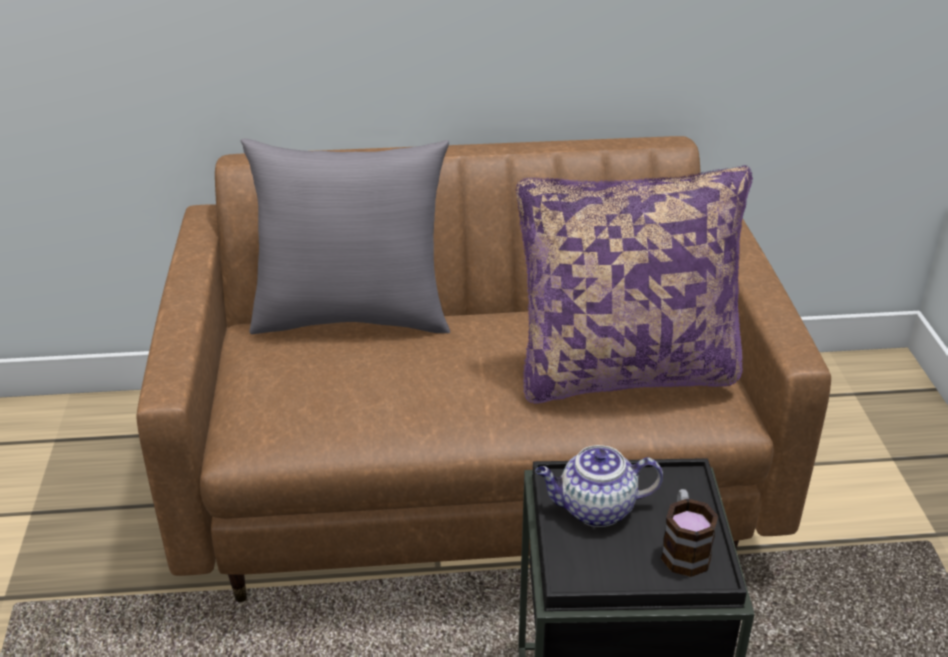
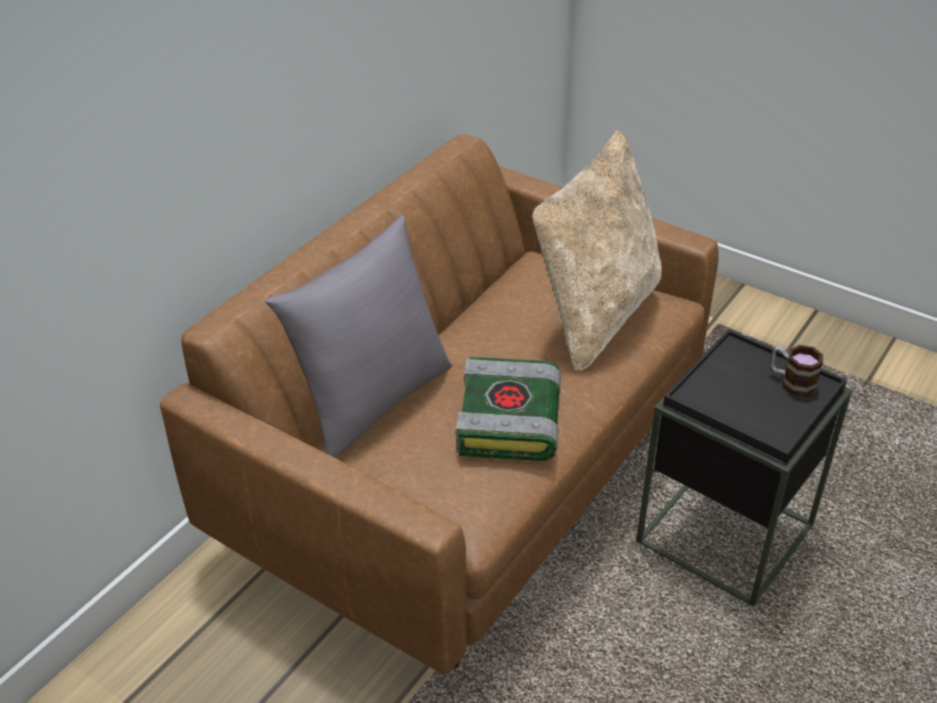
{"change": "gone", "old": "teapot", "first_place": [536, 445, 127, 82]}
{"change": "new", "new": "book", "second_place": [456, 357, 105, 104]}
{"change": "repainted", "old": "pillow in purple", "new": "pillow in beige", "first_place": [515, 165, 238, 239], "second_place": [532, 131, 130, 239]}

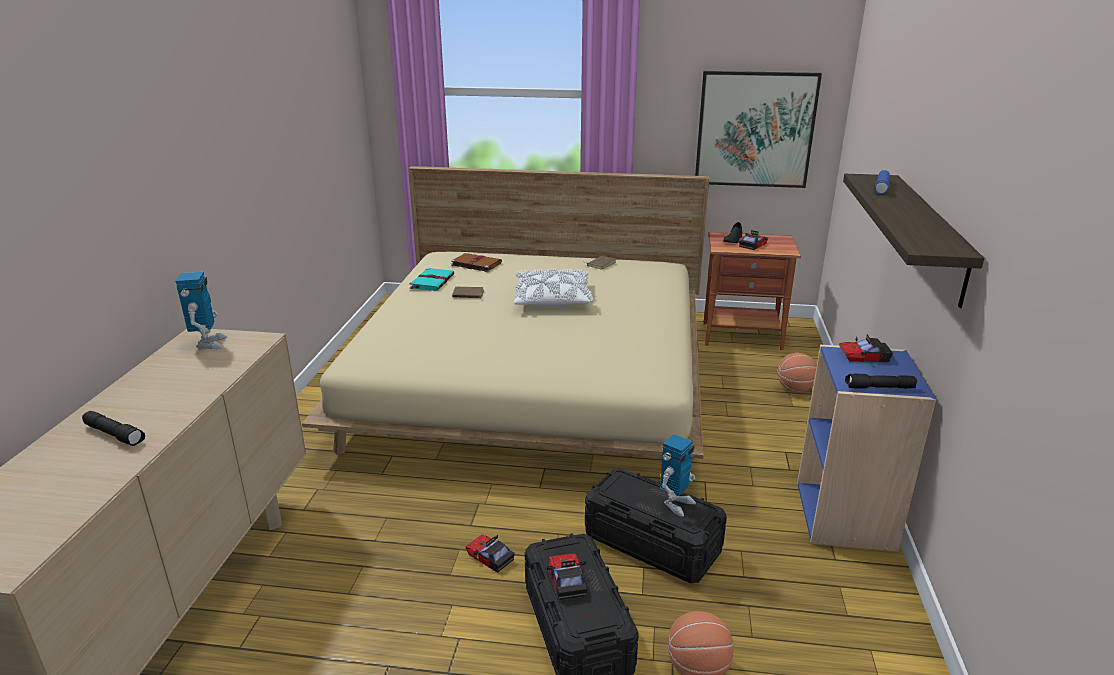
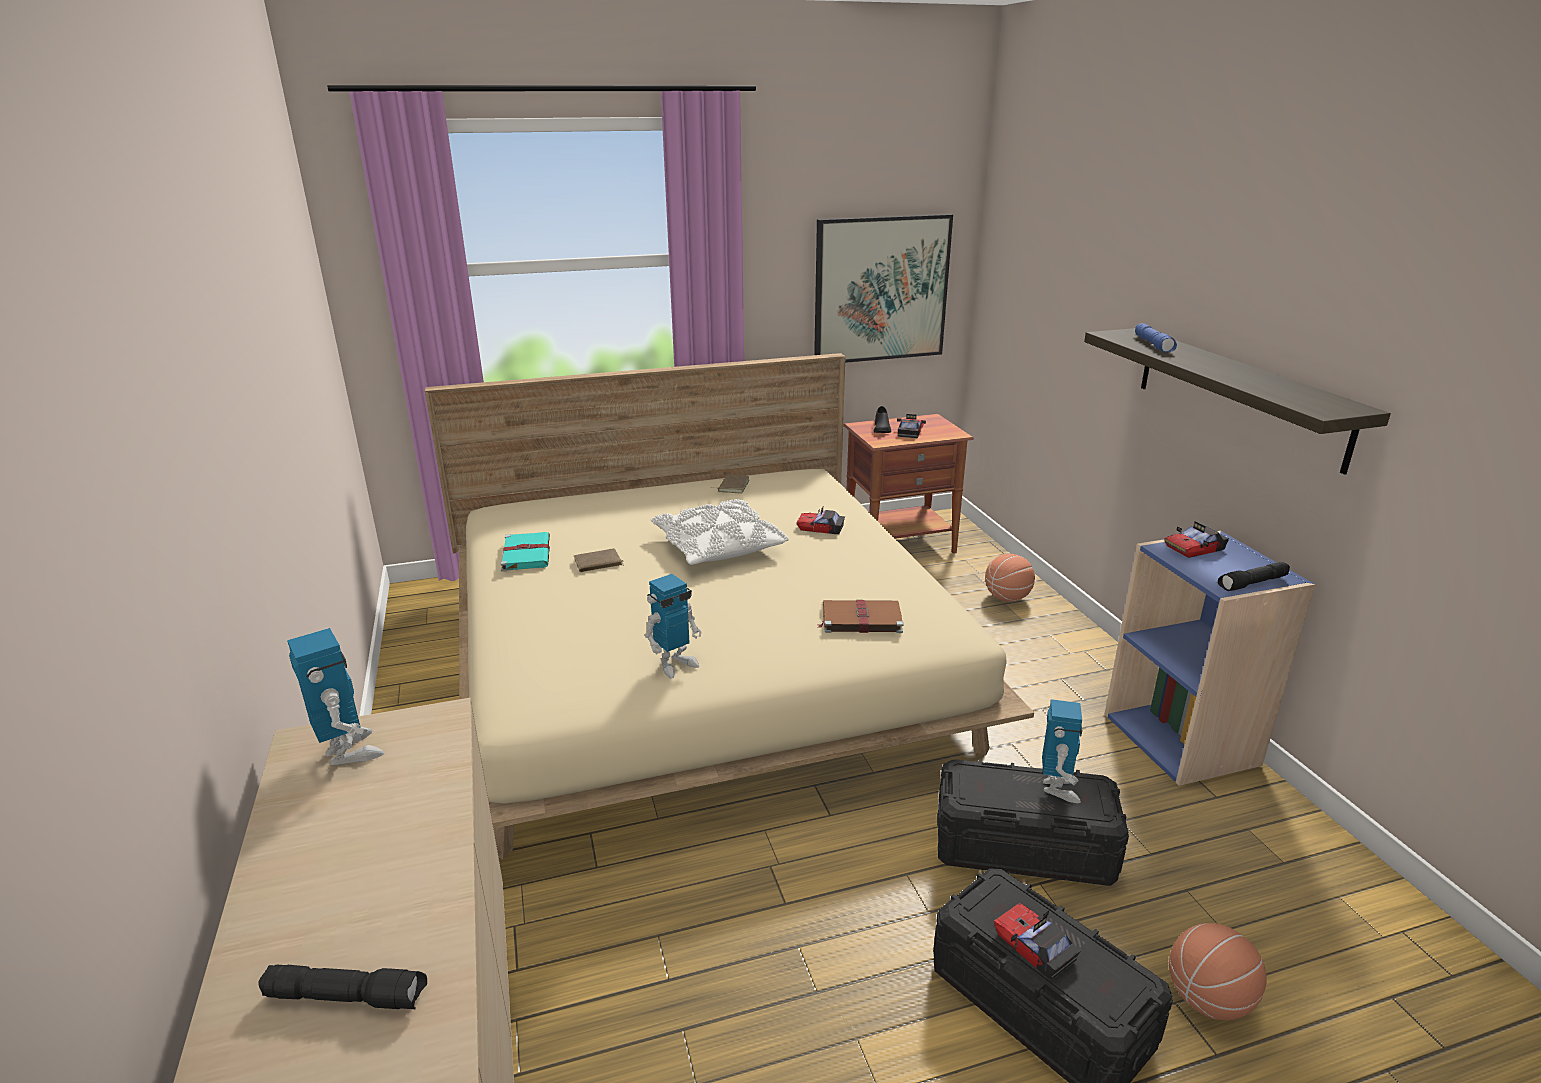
{"change": "new", "new": "toy robot", "second_place": [645, 574, 57, 104]}
{"change": "shifted", "old": "book in brown", "first_place": [451, 253, 51, 19], "second_place": [817, 600, 87, 33]}
{"change": "shifted", "old": "toy car", "first_place": [465, 534, 50, 38], "second_place": [797, 507, 48, 27]}

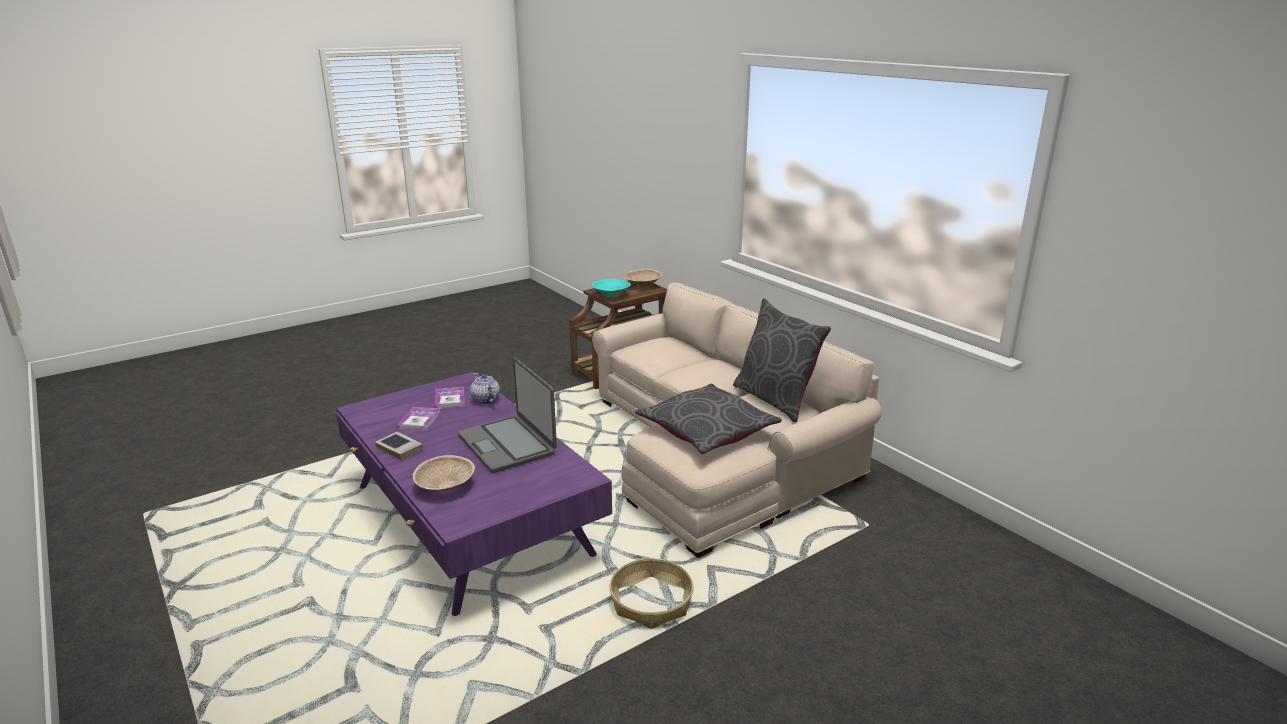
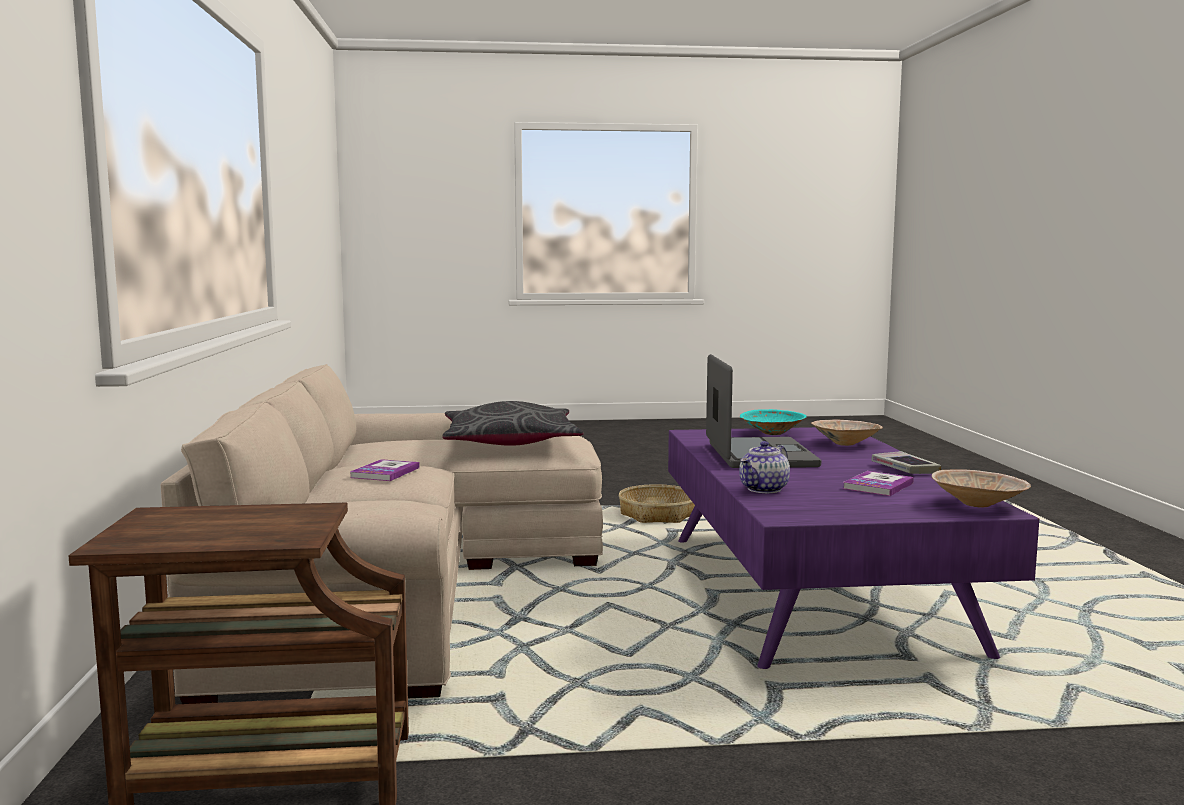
{"change": "gone", "old": "pillow in grey", "first_place": [733, 298, 98, 124]}
{"change": "shifted", "old": "book", "first_place": [435, 386, 30, 23], "second_place": [350, 459, 70, 22]}
{"change": "shifted", "old": "bowl in turquoise", "first_place": [591, 279, 40, 18], "second_place": [740, 409, 67, 26]}
{"change": "shifted", "old": "bowl in beige", "first_place": [624, 269, 38, 18], "second_place": [931, 470, 100, 38]}
{"change": "rotated", "old": "teapot", "first_place": [470, 373, 30, 32], "second_place": [739, 441, 51, 52], "degrees": 45}

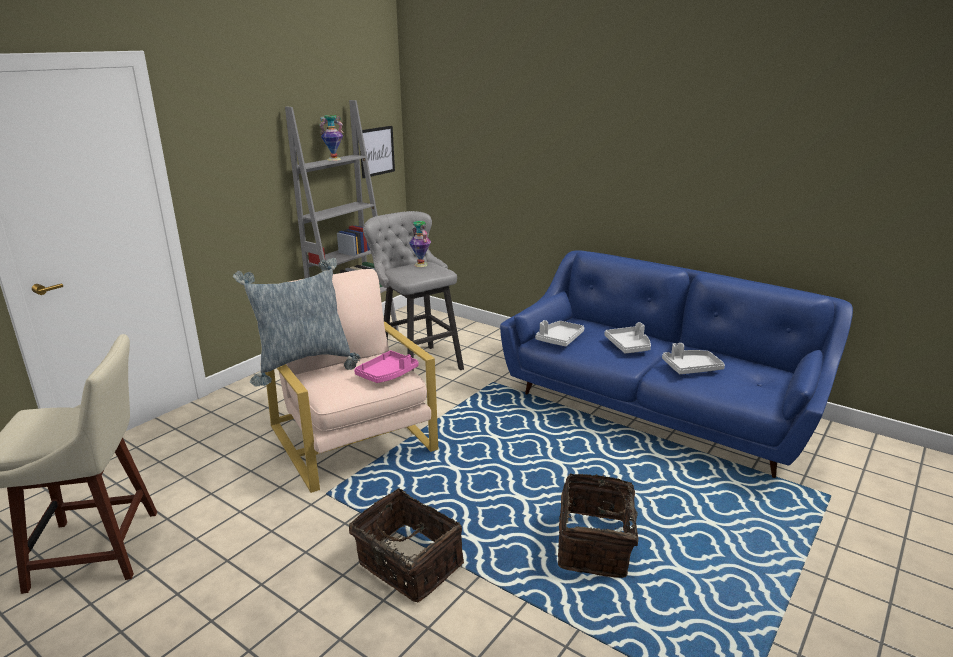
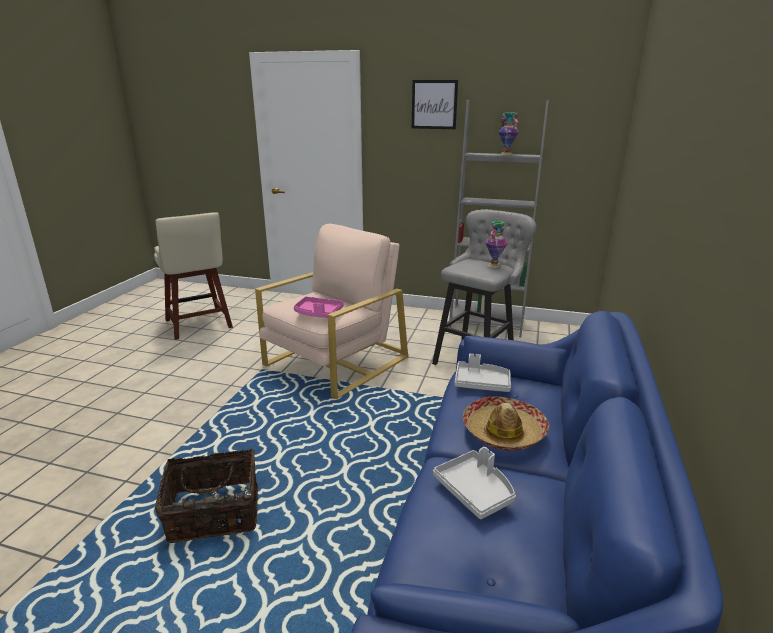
{"change": "gone", "old": "pillow", "first_place": [232, 258, 129, 129]}
{"change": "gone", "old": "basket", "first_place": [349, 488, 115, 115]}
{"change": "shifted", "old": "picture", "first_place": [360, 126, 35, 52], "second_place": [412, 80, 46, 49]}
{"change": "swapped", "old": "tray in grey", "new": "hat", "first_place": [604, 322, 47, 31], "second_place": [463, 397, 86, 54]}

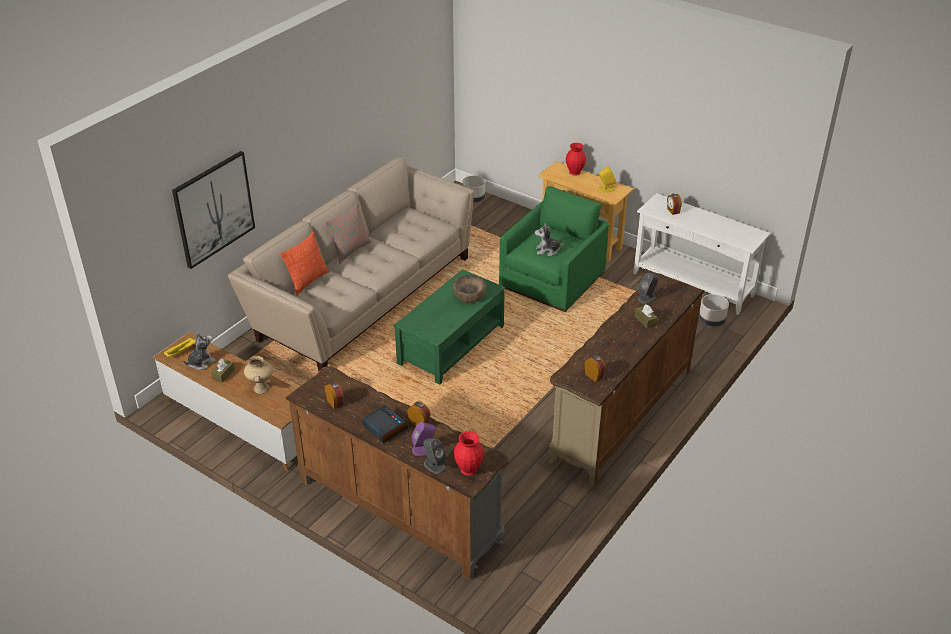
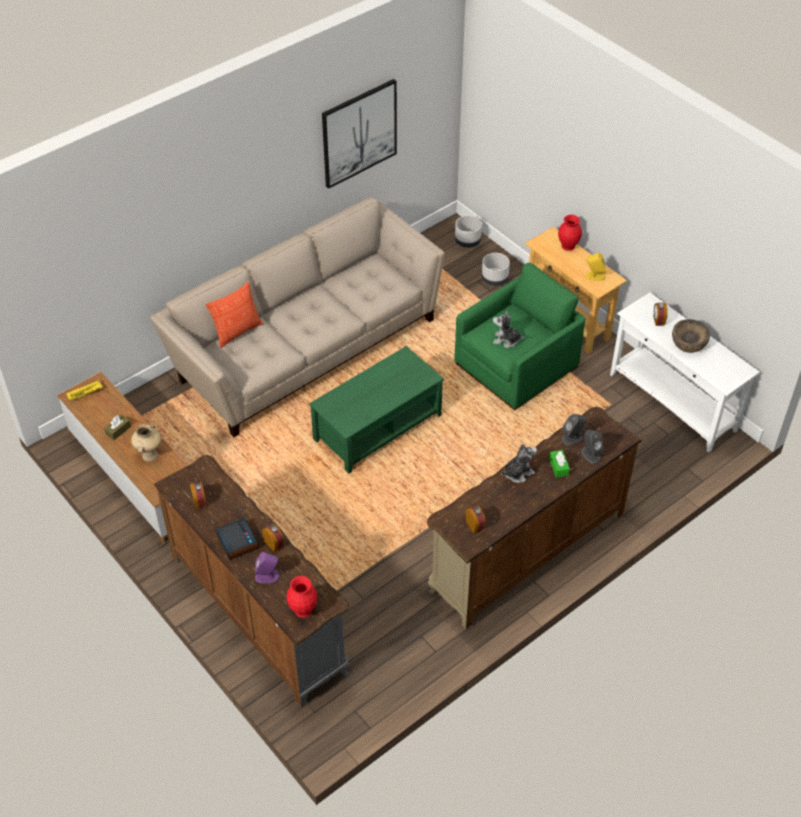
{"change": "gone", "old": "pillow in grey", "first_place": [325, 203, 47, 61]}
{"change": "shifted", "old": "picture", "first_place": [172, 151, 83, 118], "second_place": [322, 79, 75, 110]}
{"change": "shifted", "old": "plush toy", "first_place": [183, 332, 33, 38], "second_place": [501, 443, 36, 40]}
{"change": "shifted", "old": "speaker in grey", "first_place": [423, 438, 23, 36], "second_place": [581, 430, 23, 34]}
{"change": "shifted", "old": "bowl in brown", "first_place": [453, 275, 34, 28], "second_place": [672, 319, 38, 34]}
{"change": "shifted", "old": "planter in grey", "first_place": [699, 294, 30, 33], "second_place": [481, 253, 29, 33]}
{"change": "repainted", "old": "tissue box in brown", "new": "tissue box in green", "first_place": [635, 304, 23, 24], "second_place": [549, 450, 21, 28]}

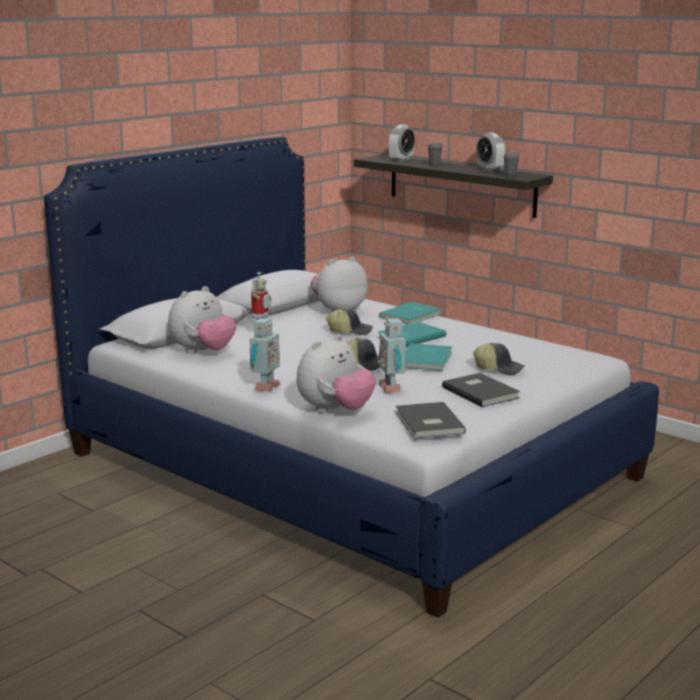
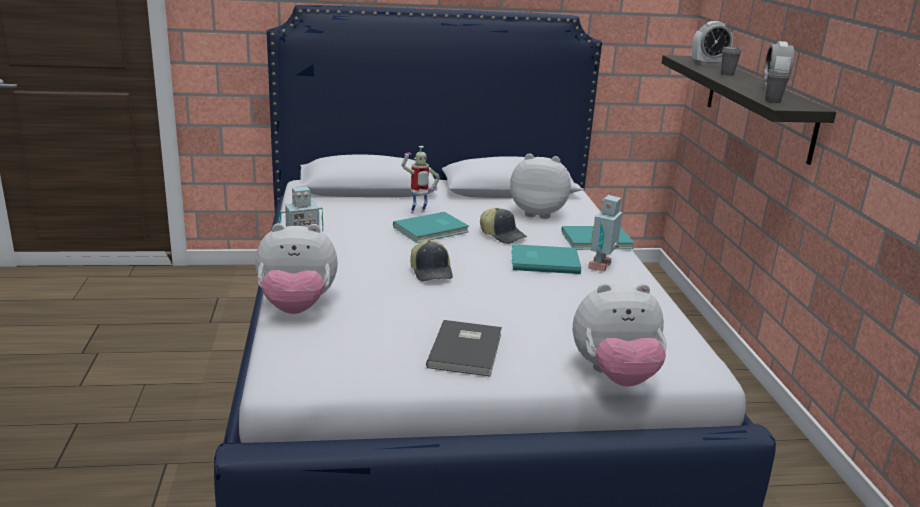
{"change": "gone", "old": "book in grey", "first_place": [396, 402, 70, 37]}
{"change": "gone", "old": "cap", "first_place": [473, 343, 52, 32]}
{"change": "shifted", "old": "plush toy", "first_place": [168, 286, 68, 67], "second_place": [573, 283, 94, 104]}
{"change": "shifted", "old": "toy robot", "first_place": [378, 319, 28, 74], "second_place": [588, 195, 35, 77]}
{"change": "shifted", "old": "book in turquoise", "first_place": [405, 343, 47, 28], "second_place": [393, 212, 76, 31]}

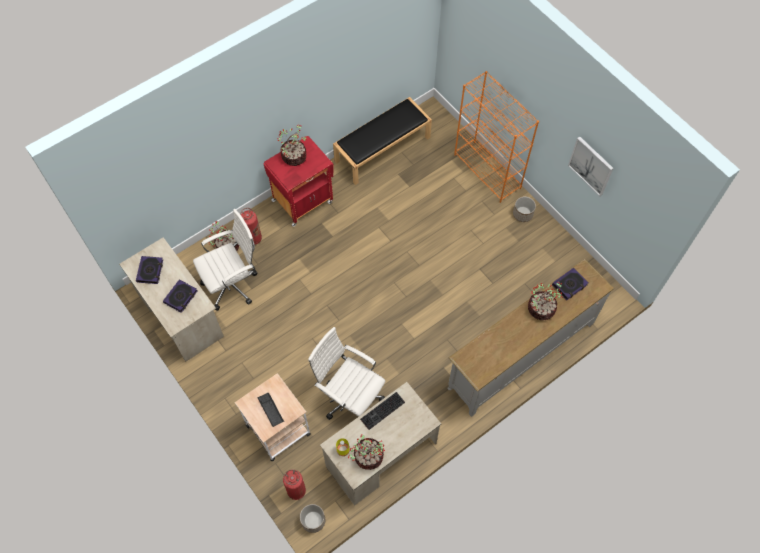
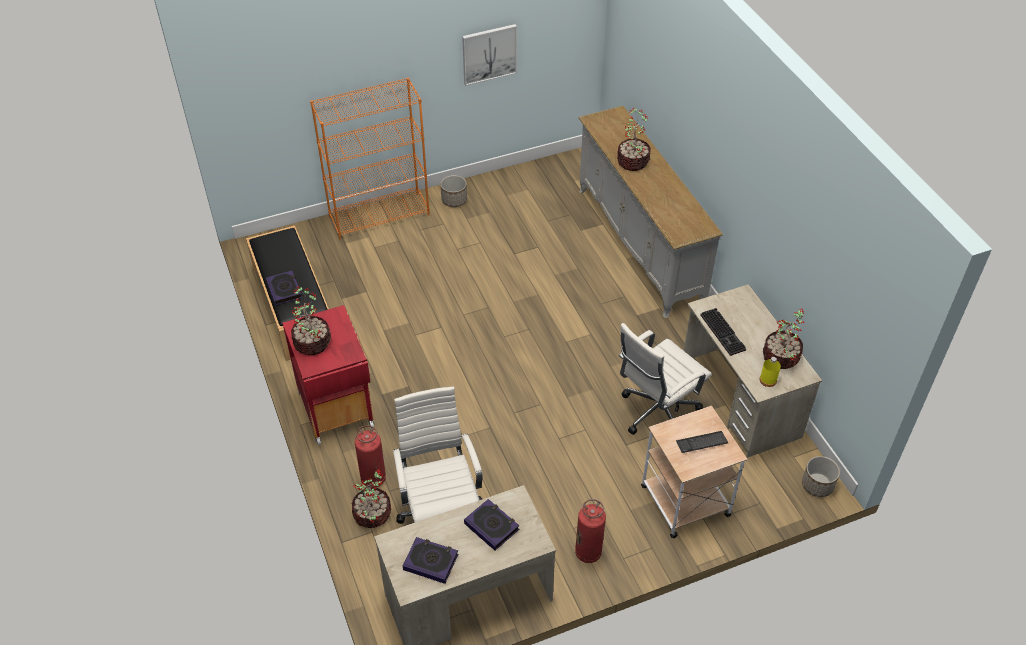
{"change": "shifted", "old": "fire extinguisher", "first_place": [283, 469, 23, 31], "second_place": [575, 499, 31, 64]}
{"change": "shifted", "old": "book", "first_place": [552, 267, 36, 33], "second_place": [266, 271, 36, 35]}

